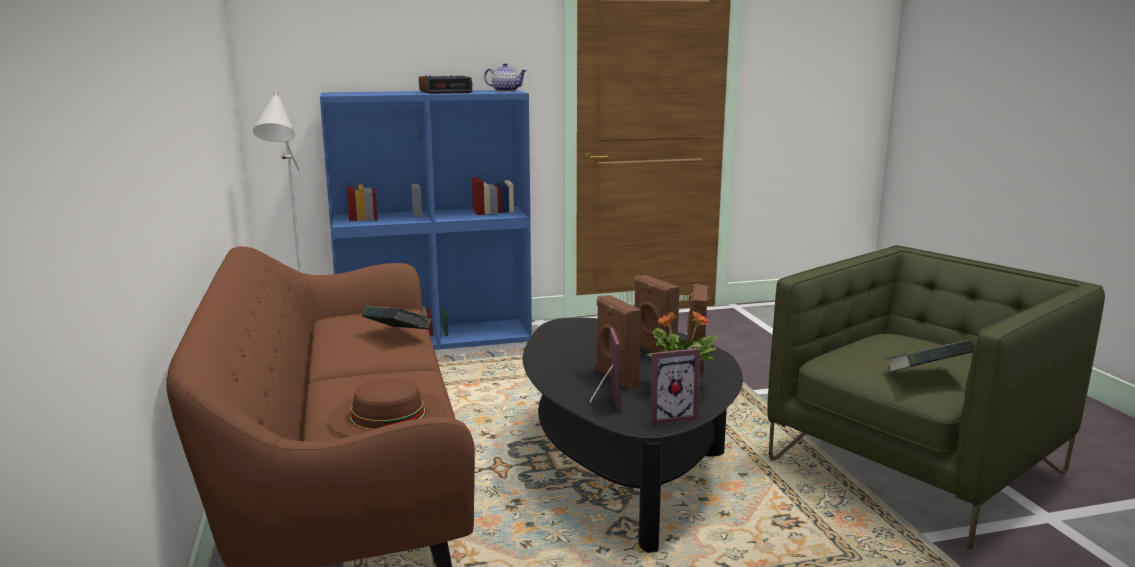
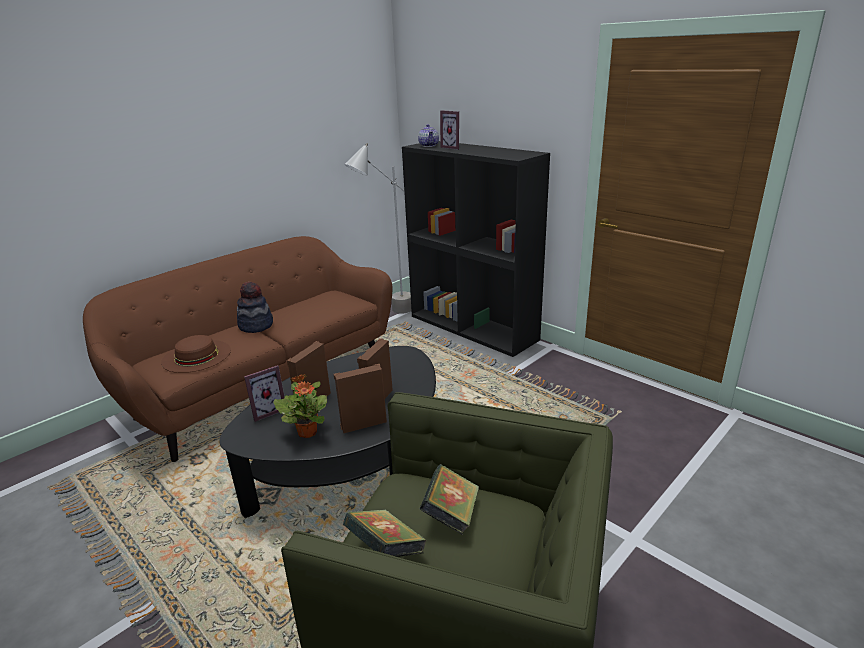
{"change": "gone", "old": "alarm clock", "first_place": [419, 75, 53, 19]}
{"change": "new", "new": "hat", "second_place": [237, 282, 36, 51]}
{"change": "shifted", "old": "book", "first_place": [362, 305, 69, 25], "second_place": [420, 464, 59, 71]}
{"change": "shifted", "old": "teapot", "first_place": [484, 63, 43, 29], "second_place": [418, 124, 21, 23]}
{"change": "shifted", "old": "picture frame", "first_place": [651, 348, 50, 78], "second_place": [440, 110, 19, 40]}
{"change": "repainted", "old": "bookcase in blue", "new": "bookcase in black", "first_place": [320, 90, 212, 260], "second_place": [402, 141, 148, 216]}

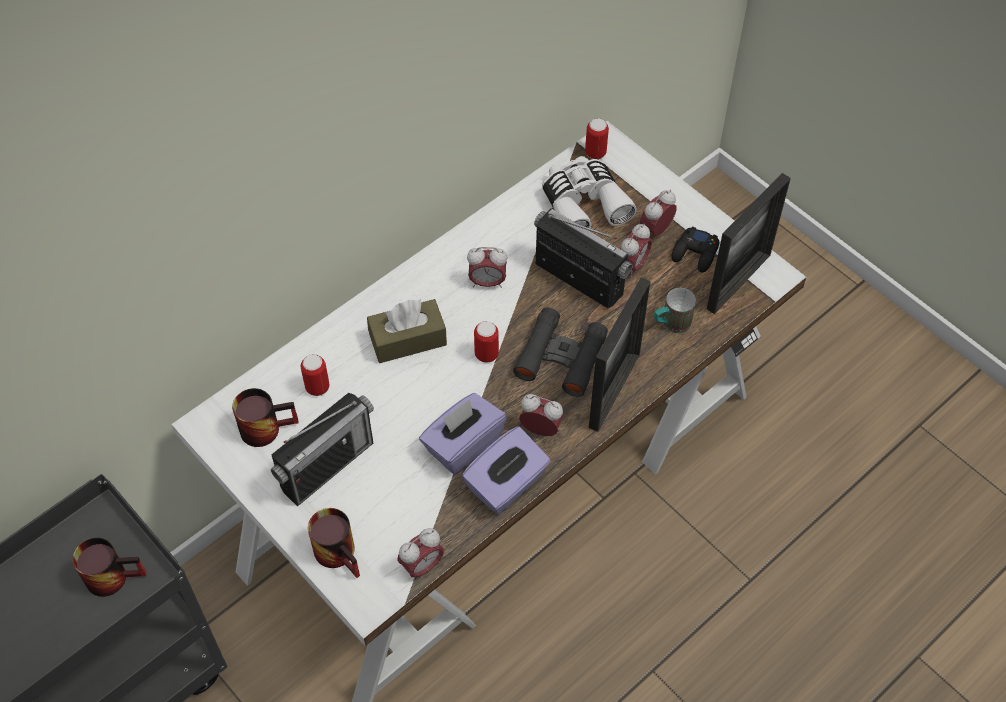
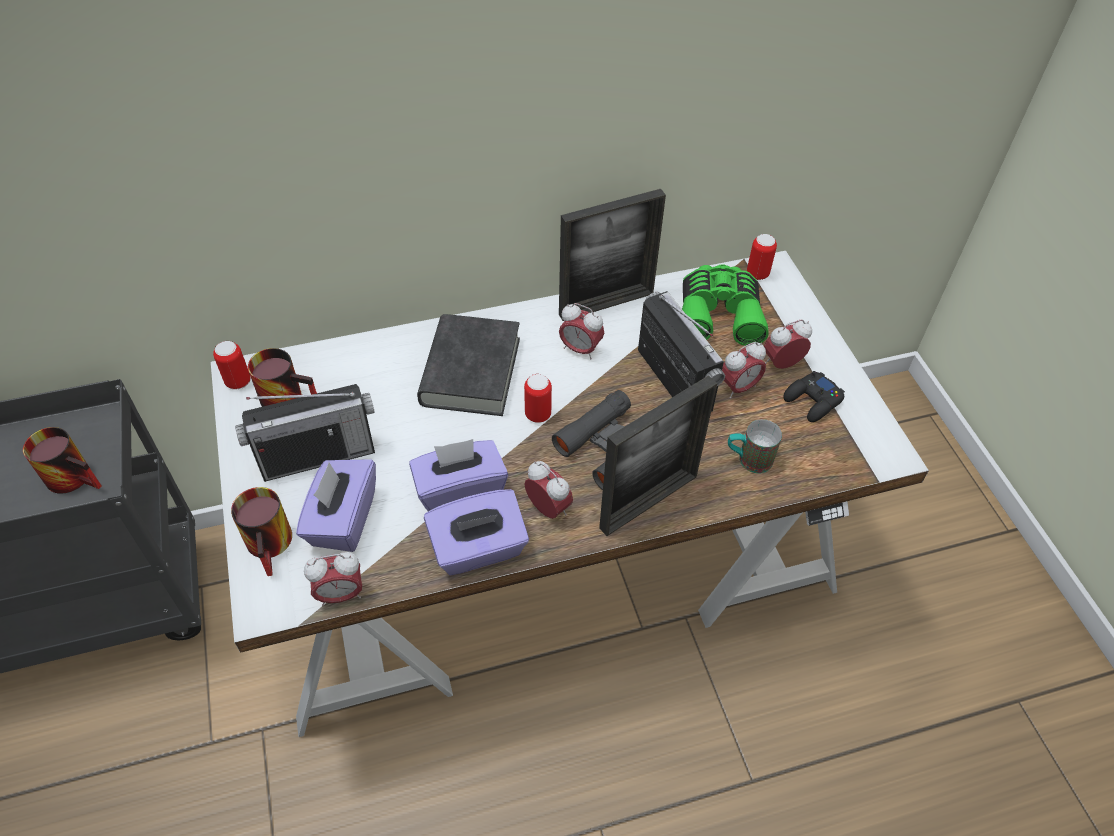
{"change": "new", "new": "tissue box in purple", "second_place": [296, 459, 80, 93]}
{"change": "shifted", "old": "can", "first_place": [301, 354, 28, 42], "second_place": [213, 341, 37, 49]}
{"change": "shifted", "old": "picture frame", "first_place": [707, 173, 84, 141], "second_place": [559, 189, 107, 132]}
{"change": "swapped", "old": "tissue box in brown", "new": "book in black", "first_place": [367, 299, 80, 64], "second_place": [417, 314, 103, 102]}
{"change": "repainted", "old": "binoculars in white", "new": "binoculars in green", "first_place": [542, 156, 95, 75], "second_place": [682, 264, 87, 82]}

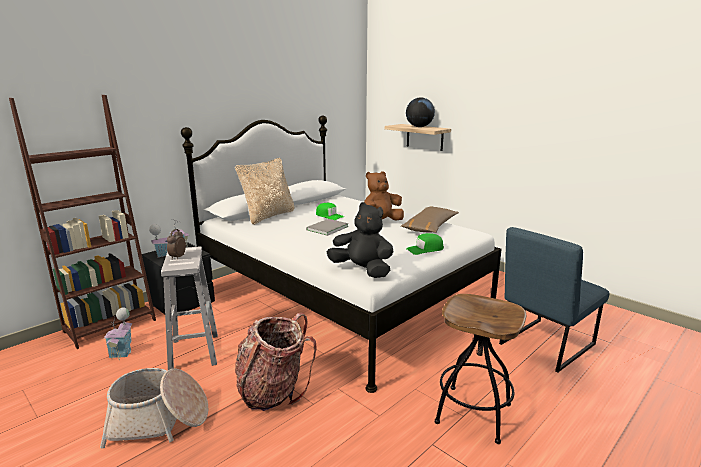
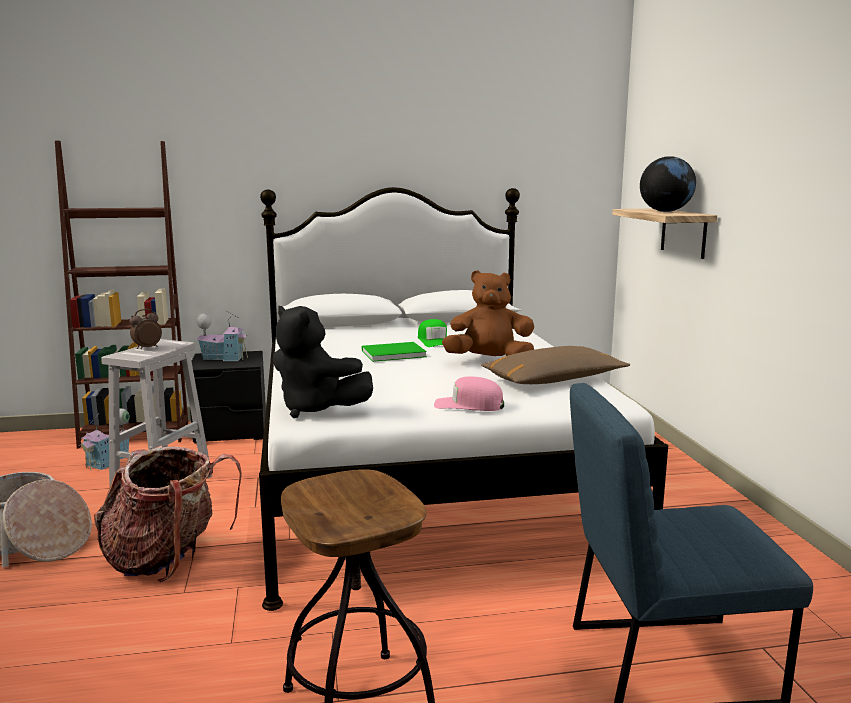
{"change": "gone", "old": "pillow in beige", "first_place": [235, 157, 59, 68]}
{"change": "repainted", "old": "book in grey", "new": "book in green", "first_place": [306, 219, 43, 17], "second_place": [362, 342, 65, 20]}
{"change": "repainted", "old": "cap in green", "new": "cap in pink", "first_place": [406, 233, 38, 22], "second_place": [434, 377, 70, 34]}
{"change": "rotated", "old": "plush toy in black", "first_place": [327, 202, 66, 76], "second_place": [273, 306, 100, 112], "degrees": 150}

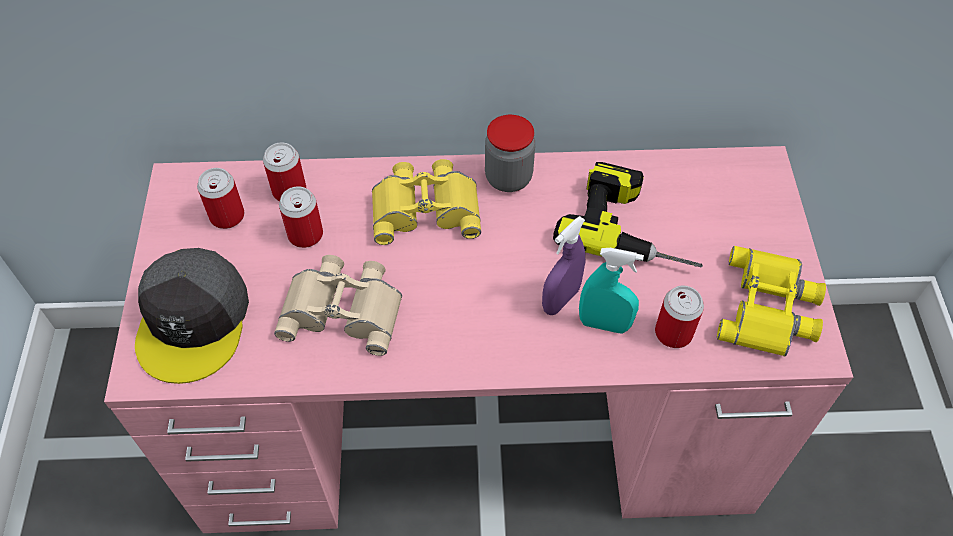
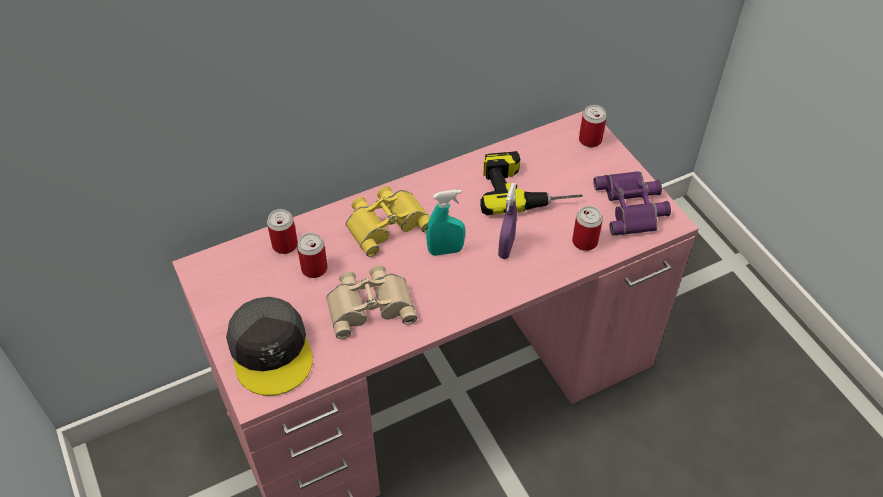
{"change": "gone", "old": "jar", "first_place": [485, 115, 50, 77]}
{"change": "shifted", "old": "can", "first_place": [197, 168, 48, 61], "second_place": [579, 105, 28, 42]}
{"change": "shifted", "old": "spray bottle in turquoise", "first_place": [579, 248, 65, 86], "second_place": [426, 190, 39, 66]}
{"change": "repainted", "old": "binoculars in yellow", "new": "binoculars in purple", "first_place": [717, 246, 109, 111], "second_place": [593, 171, 78, 65]}

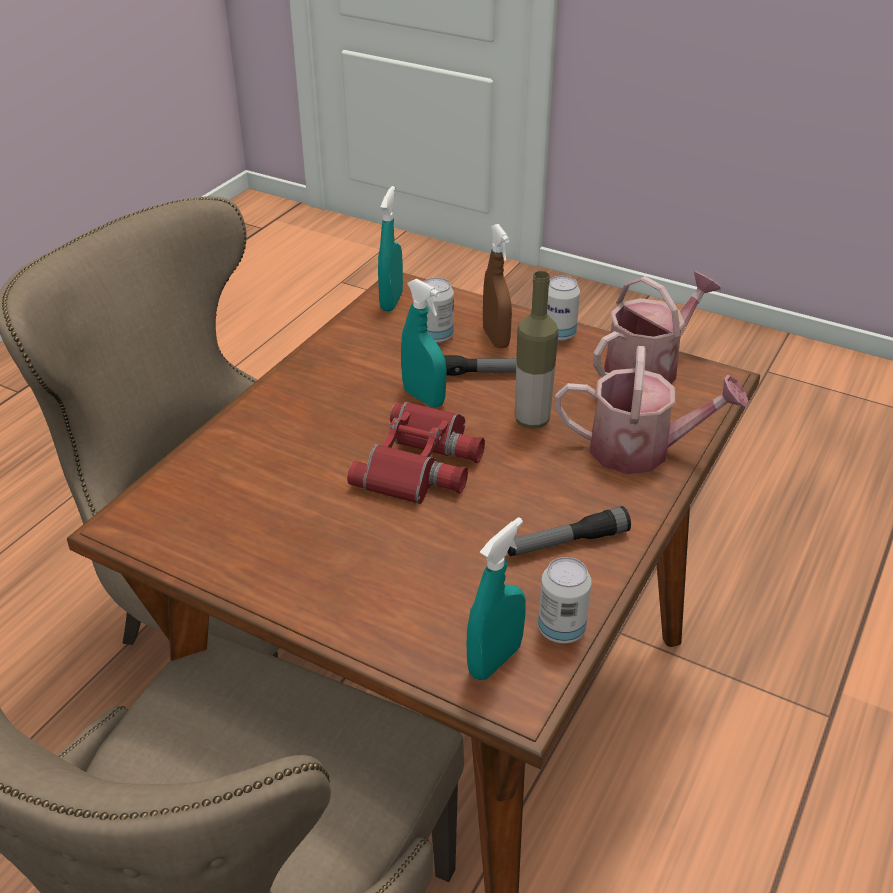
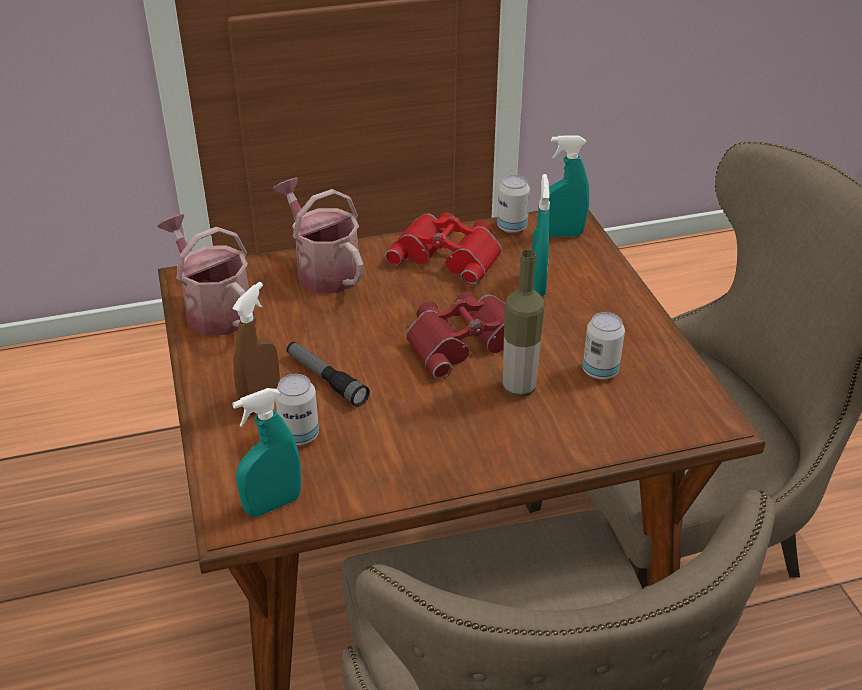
{"change": "shifted", "old": "spray bottle in turquoise", "first_place": [401, 279, 45, 128], "second_place": [532, 174, 18, 123]}
{"change": "shifted", "old": "bottle", "first_place": [515, 271, 44, 158], "second_place": [502, 249, 43, 148]}
{"change": "shifted", "old": "can", "first_place": [547, 276, 33, 65], "second_place": [583, 312, 42, 68]}
{"change": "swapped", "old": "flashlight", "new": "binoculars in red", "first_place": [507, 506, 124, 50], "second_place": [385, 212, 117, 74]}
{"change": "rotated", "old": "watering can", "first_place": [593, 271, 128, 113], "second_place": [157, 214, 97, 122], "degrees": 45}

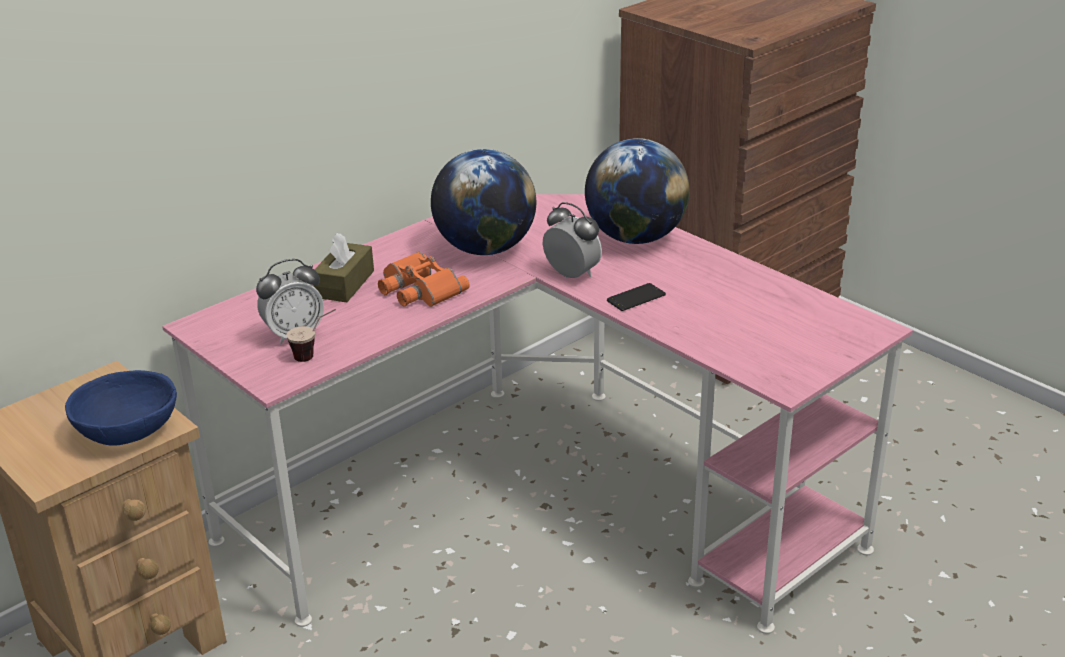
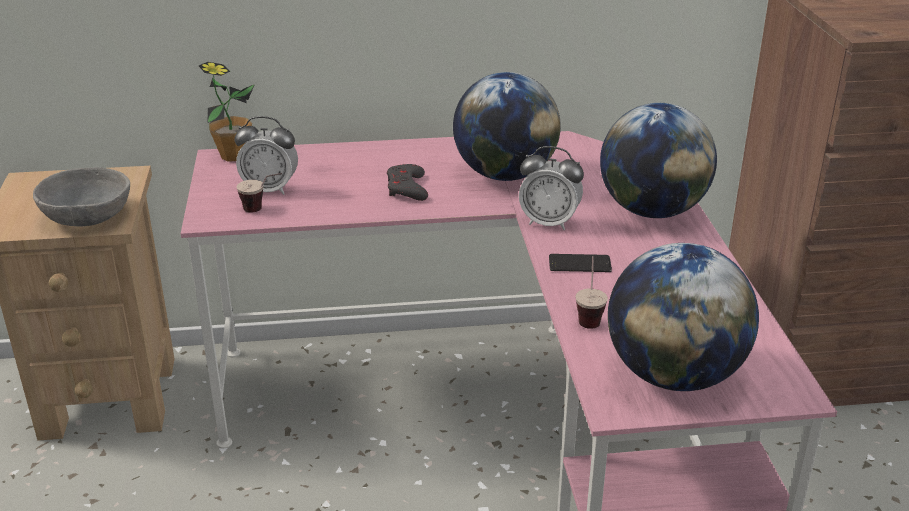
{"change": "gone", "old": "tissue box in brown", "first_place": [313, 232, 61, 70]}
{"change": "new", "new": "potted plant", "second_place": [199, 62, 56, 99]}
{"change": "new", "new": "cup", "second_place": [575, 256, 33, 73]}
{"change": "new", "new": "globe", "second_place": [608, 243, 151, 148]}
{"change": "swapped", "old": "binoculars in orange", "new": "game controller in grey", "first_place": [378, 252, 92, 55], "second_place": [387, 164, 41, 37]}
{"change": "repainted", "old": "bowl in blue", "new": "bowl in grey", "first_place": [65, 370, 112, 76], "second_place": [33, 167, 97, 59]}
{"change": "rotated", "old": "alarm clock", "first_place": [543, 202, 59, 76], "second_place": [519, 146, 65, 84], "degrees": 120}

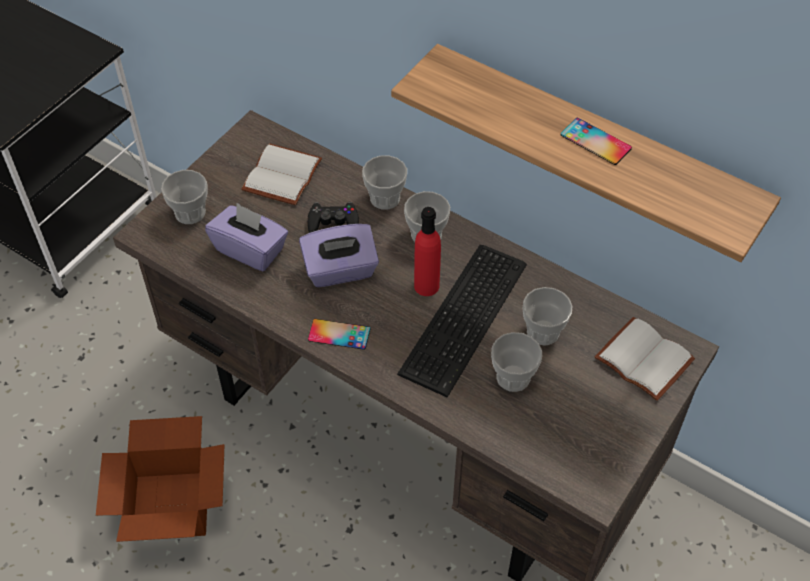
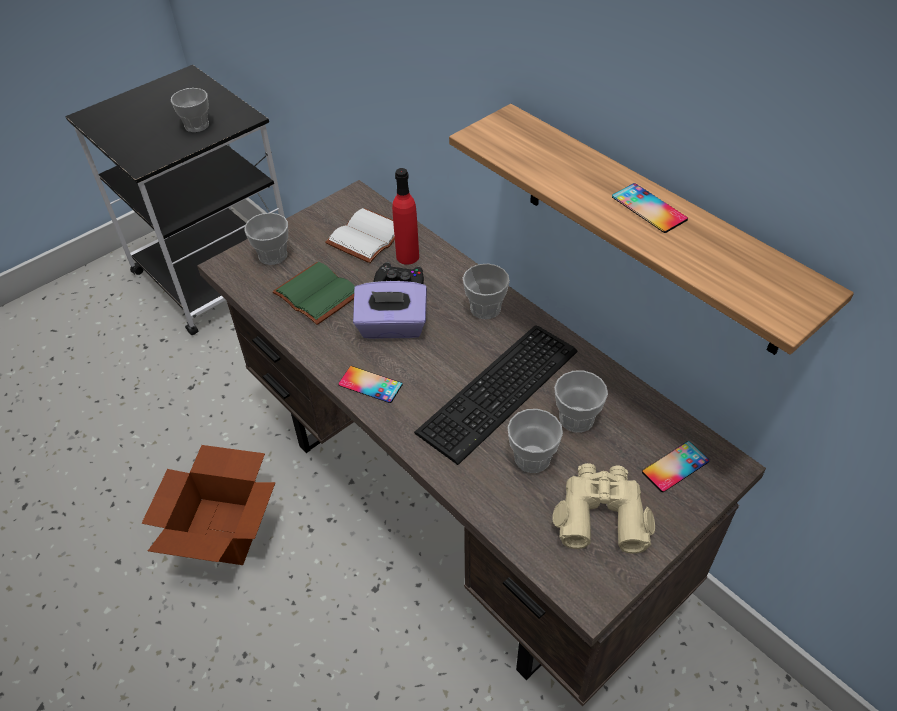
{"change": "new", "new": "binoculars in beige", "second_place": [553, 463, 102, 91]}
{"change": "shifted", "old": "cup", "first_place": [362, 156, 45, 54], "second_place": [171, 88, 38, 44]}
{"change": "shifted", "old": "bottle in red", "first_place": [414, 207, 27, 89], "second_place": [392, 168, 27, 97]}
{"change": "swapped", "old": "tissue box in purple", "new": "book in green", "first_place": [205, 203, 83, 68], "second_place": [272, 262, 83, 63]}
{"change": "swapped", "old": "book in white", "new": "phone", "first_place": [595, 317, 100, 84], "second_place": [642, 441, 67, 51]}

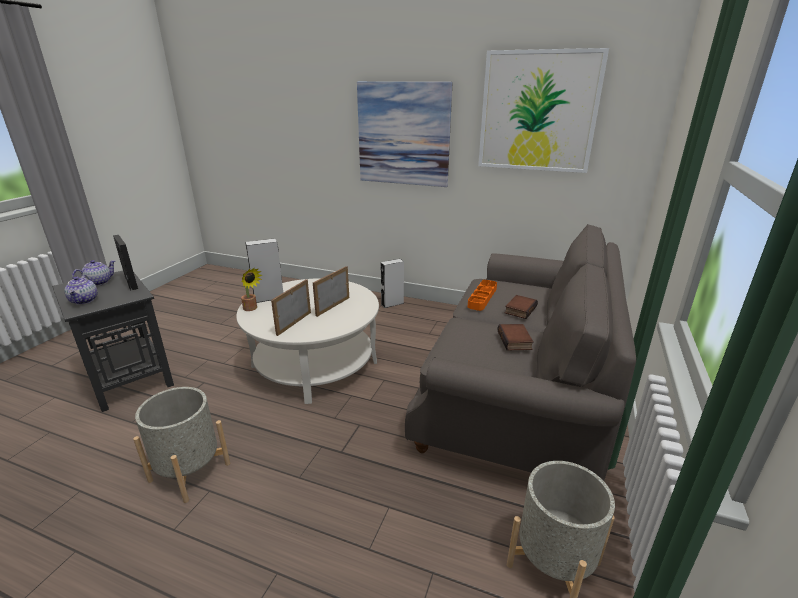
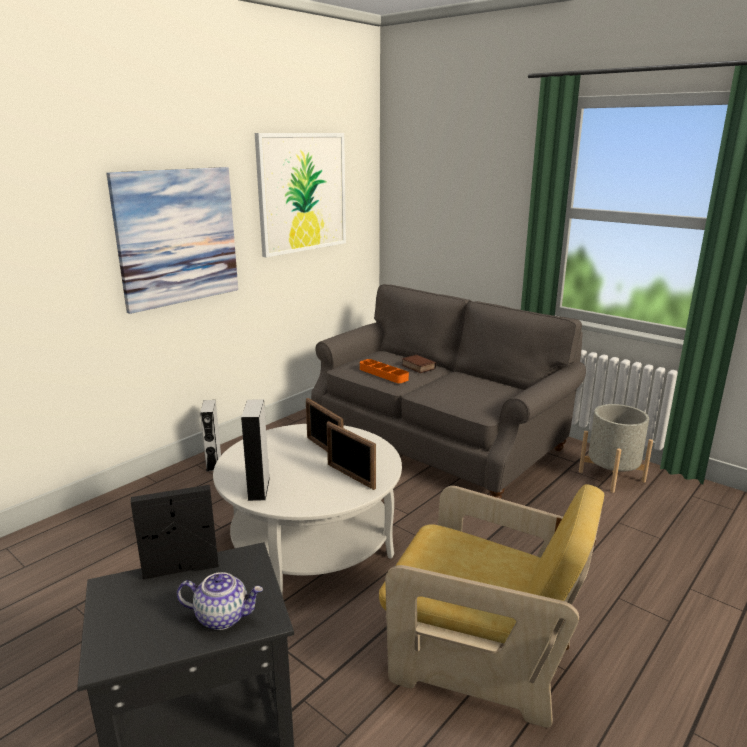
{"change": "gone", "old": "teapot", "first_place": [72, 260, 43, 26]}
{"change": "gone", "old": "potted plant", "first_place": [241, 268, 21, 43]}
{"change": "gone", "old": "book", "first_place": [497, 324, 37, 26]}
{"change": "swapped", "old": "planter in grey", "new": "armchair in yellow", "first_place": [133, 387, 97, 116], "second_place": [379, 484, 225, 244]}

